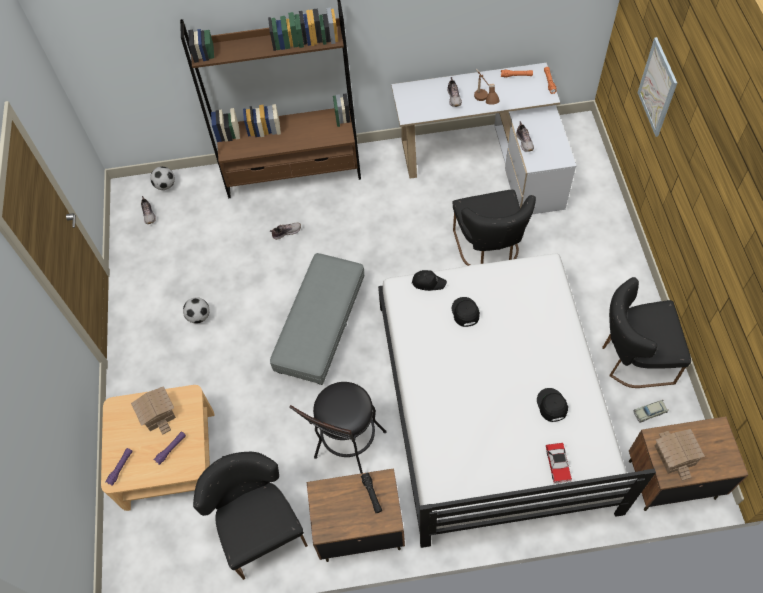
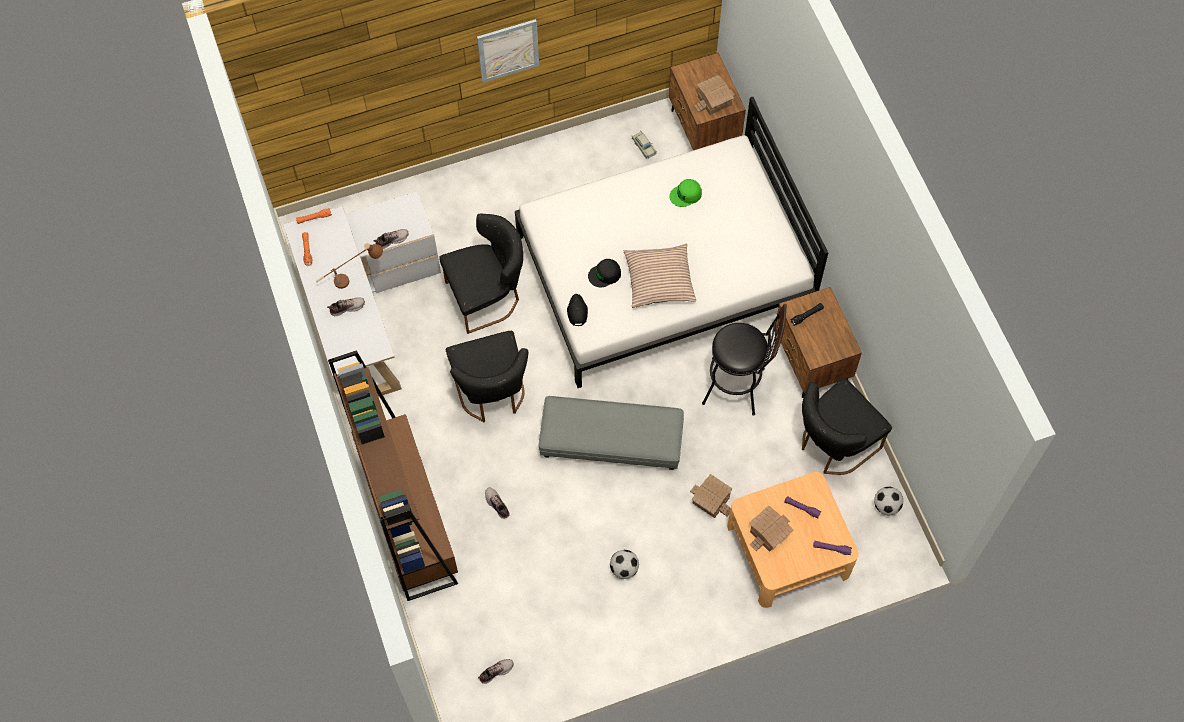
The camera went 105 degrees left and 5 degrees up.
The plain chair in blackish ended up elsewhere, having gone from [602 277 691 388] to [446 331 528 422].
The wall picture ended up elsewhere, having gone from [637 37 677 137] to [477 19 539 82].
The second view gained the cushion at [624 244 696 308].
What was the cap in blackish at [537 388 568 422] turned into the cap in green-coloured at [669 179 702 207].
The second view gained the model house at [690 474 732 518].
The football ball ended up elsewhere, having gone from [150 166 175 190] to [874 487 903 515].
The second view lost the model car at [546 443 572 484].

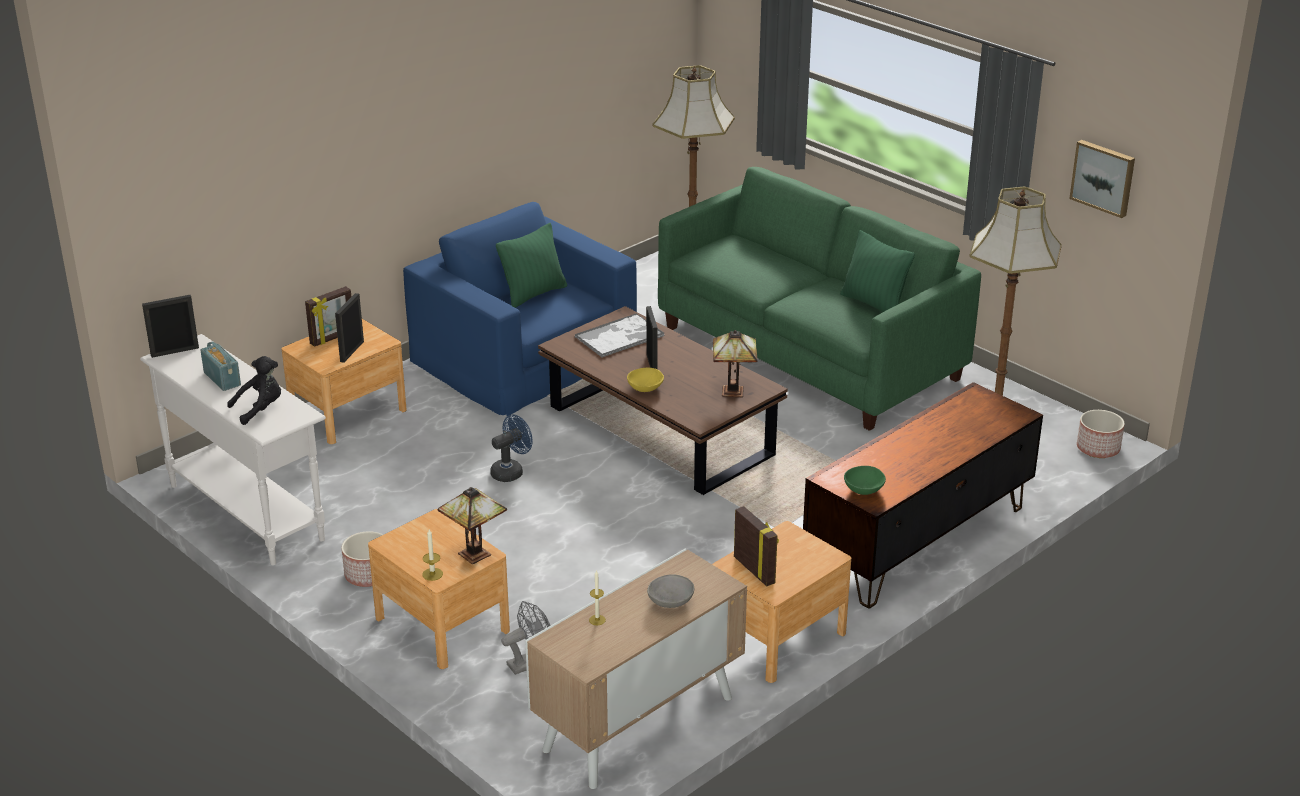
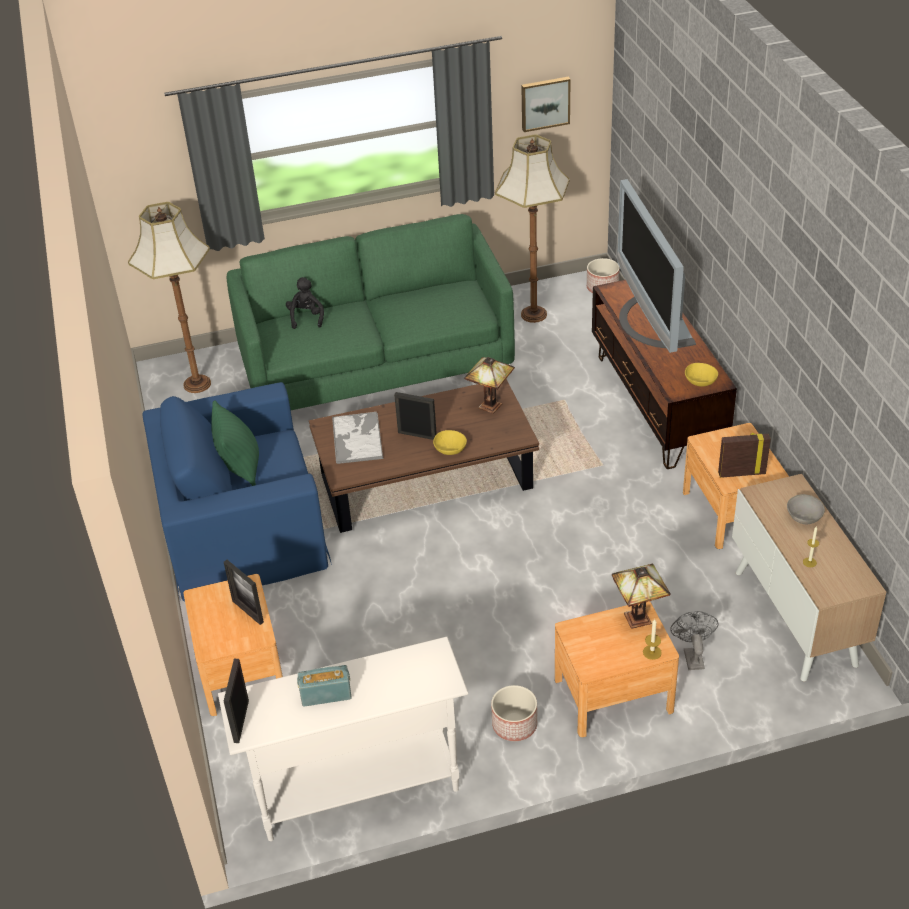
The camera went 60 degrees left and 10 degrees up.
The plush toy in blackish ended up elsewhere, having gone from [227 356 281 425] to [286 277 324 329].
The second view gained the TV set at [617 179 696 353].
What was the deep dish in green-coloured at [844 466 886 495] turned into the deep dish in yellow-coloured at [685 363 718 386].
The second view lost the photo frame at [305 286 351 347].
The second view lost the fan in bluish at [490 414 533 482].
The second view lost the cushion in green-coloured at [840 230 915 312].

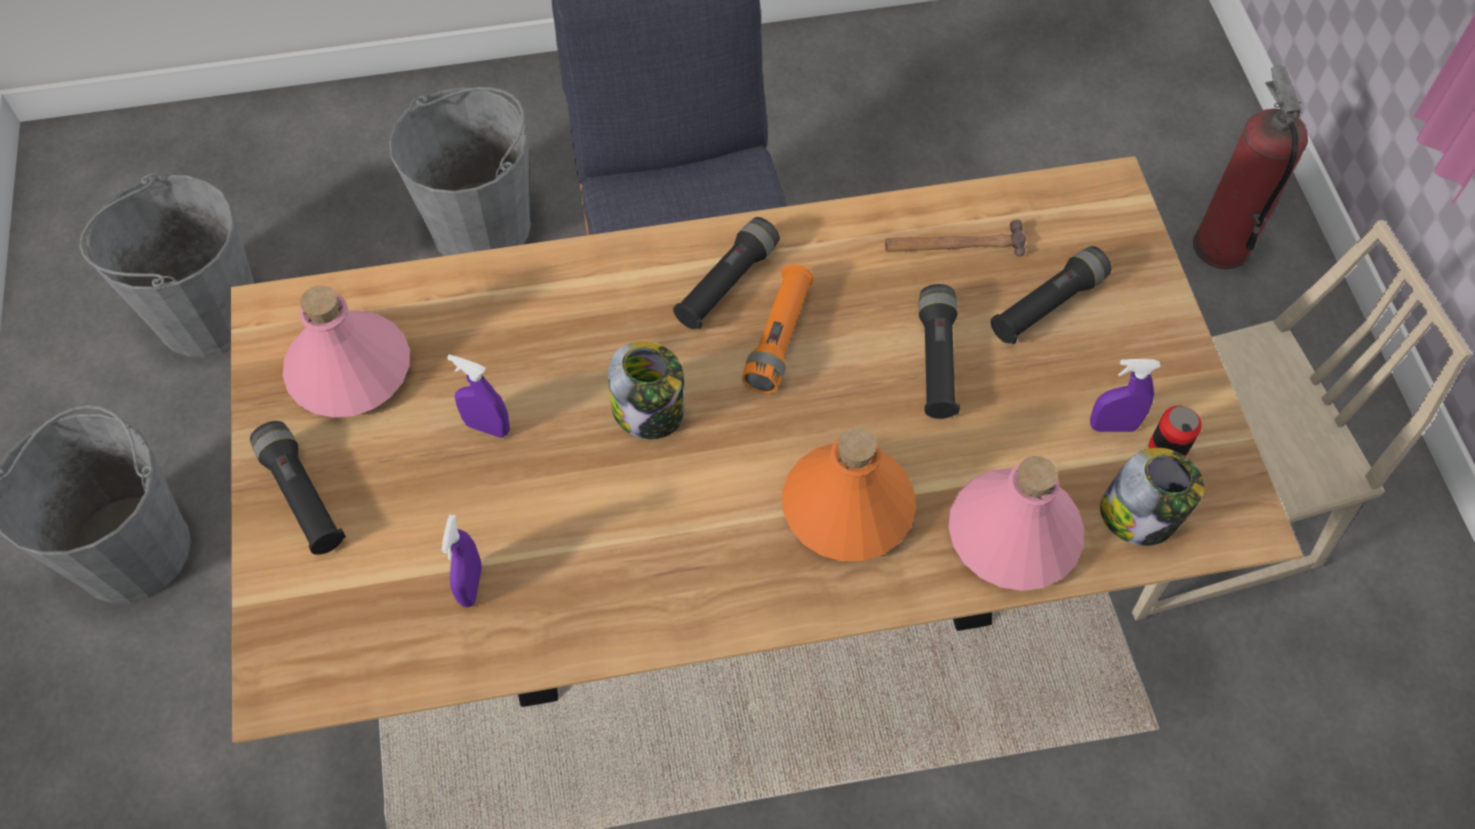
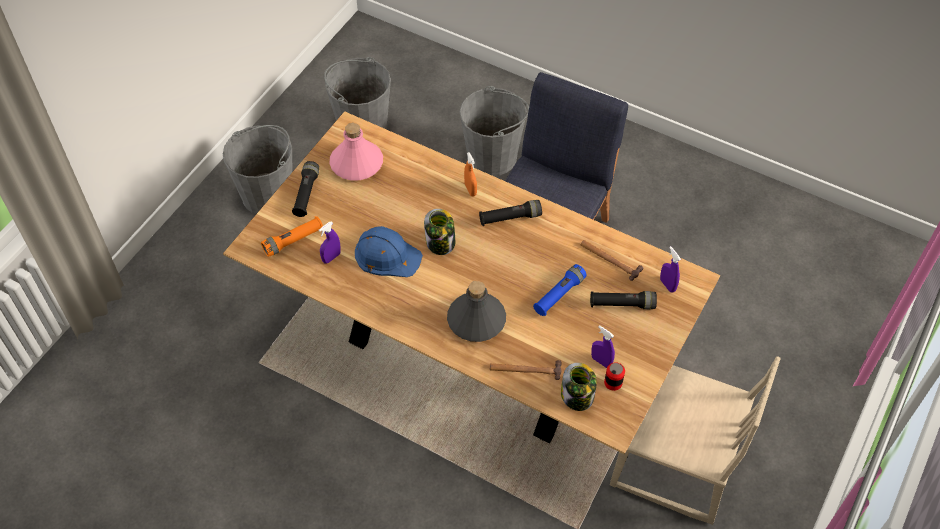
The camera went 40 degrees right and 5 degrees down.
The torch in orange ended up elsewhere, having gone from [742 265 814 394] to [261 216 323 257].
The second view gained the safety helmet in bluish at [355 226 423 277].
What was the beverage bottle in orange at [782 428 916 561] turned into the beverage bottle in gray at [447 281 506 342].
The second view gained the sprayer in orange at [464 152 477 197].
Where the beverage bottle in pink stood at [948 456 1084 591], the hammer came to stand at [490 360 562 380].
What was the torch in blackish at [919 284 960 419] turned into the torch in bluish at [533 264 587 316].
The sprayer in purplish ended up elsewhere, having gone from [447 354 510 438] to [660 246 681 293].
The second view lost the fire extinguisher at [1193 66 1308 269].

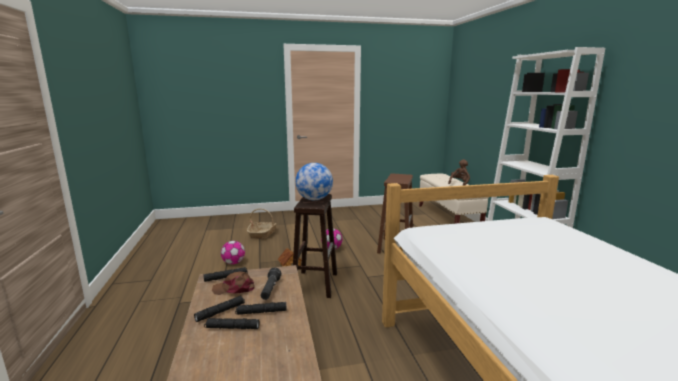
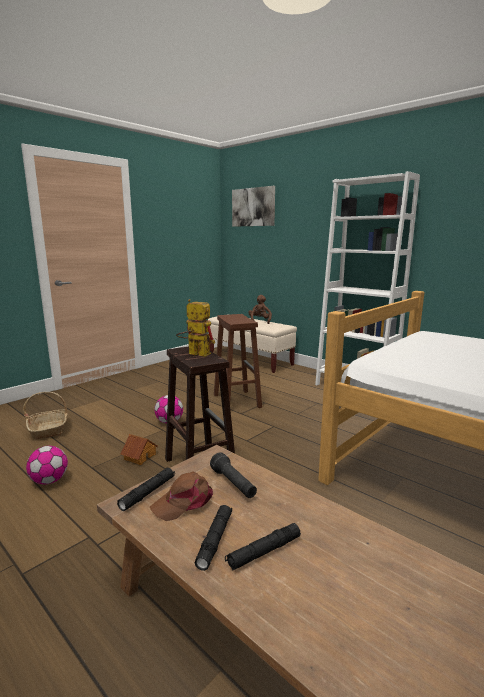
The camera went 35 degrees left and 0 degrees up.
Where the world globe stood at [295 163 333 200], the robot figure came to stand at [176 299 215 357].
The second view gained the wall picture at [232 186 275 227].
The second view lost the torch in blackish at [235 302 287 315].

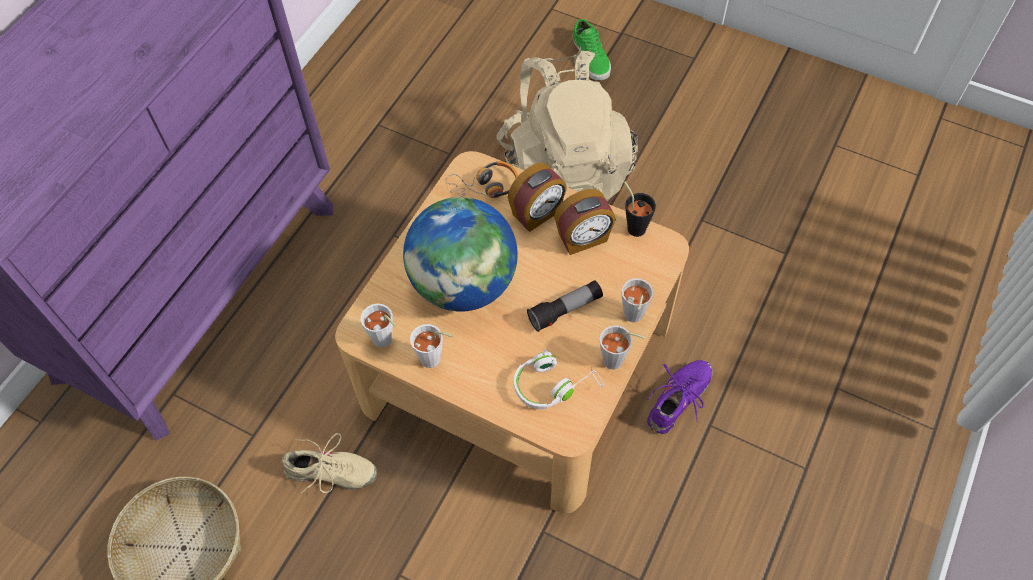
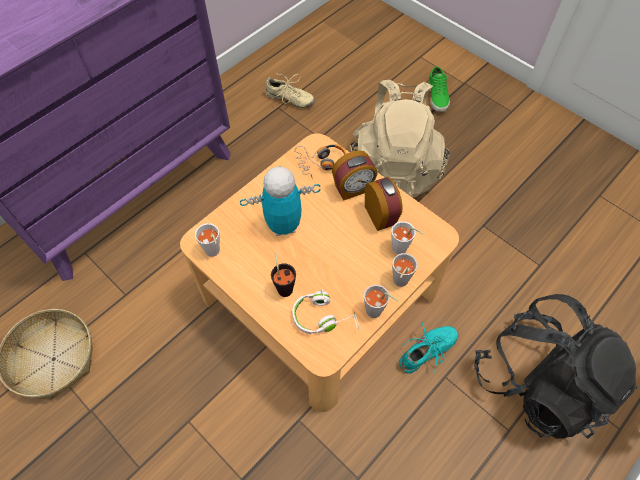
The camera went 15 degrees right and 0 degrees up.
Where the world globe stood at [403 197 518 312], the robot figure came to stand at [240 167 320 236].
The shoe in beige-coloured ended up elsewhere, having gone from [282 433 377 494] to [265 73 315 108].
The small cup in blackish ended up elsewhere, having gone from [624 181 656 237] to [271 252 296 297].
The table clock at [554 189 616 255] ended up facing another way, 105 degrees counterclockwise from before.
The small cup in white ended up elsewhere, having gone from [410 324 453 368] to [391 221 424 254].
What was the shoe in purplish at [647 360 713 434] turned into the shoe in blue-green at [399 323 459 374].
The second view gained the knapsack in blackish at [474 294 639 439].
The second view lost the torch at [527 280 603 332].

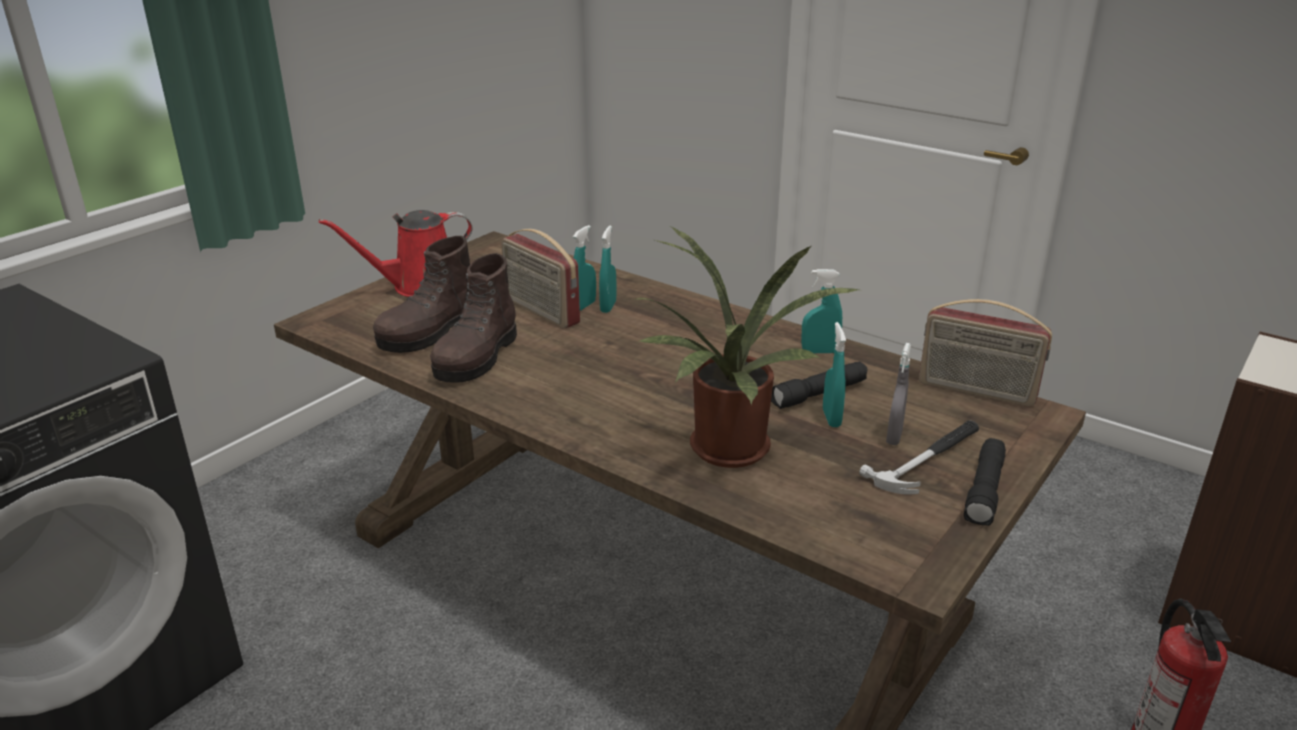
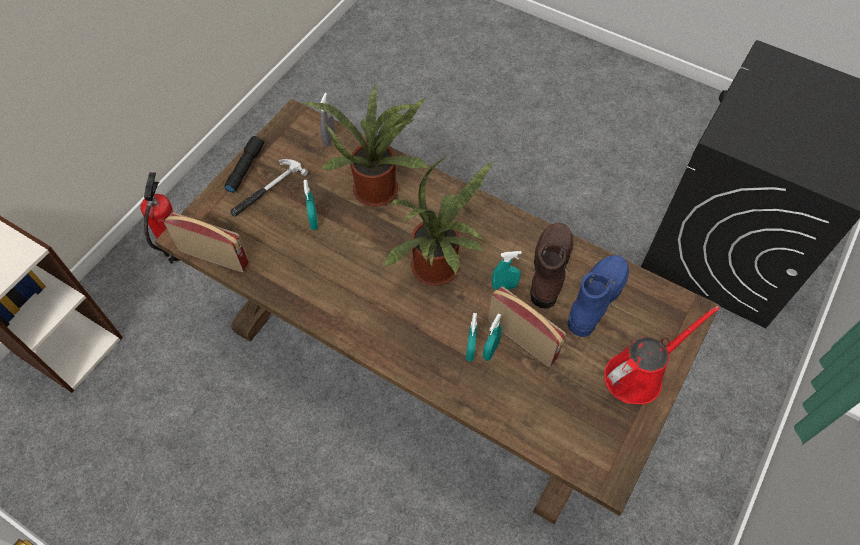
The camera went 175 degrees right and 30 degrees up.
The sprayer in gray ended up elsewhere, having gone from [886 343 911 445] to [320 93 335 147].
The second view gained the potted plant at [383 155 494 286].
The sprayer in blue-green ended up elsewhere, having gone from [802 269 842 353] to [492 251 522 290].
What was the high-top boot in brown-coloured at [373 236 470 353] turned into the high-top boot in bluish at [567 255 629 337].
The second view lost the torch in blackish at [771 362 868 409].

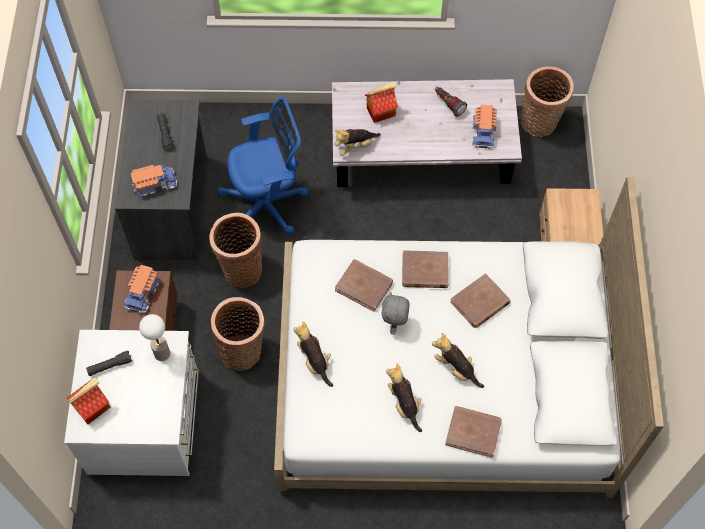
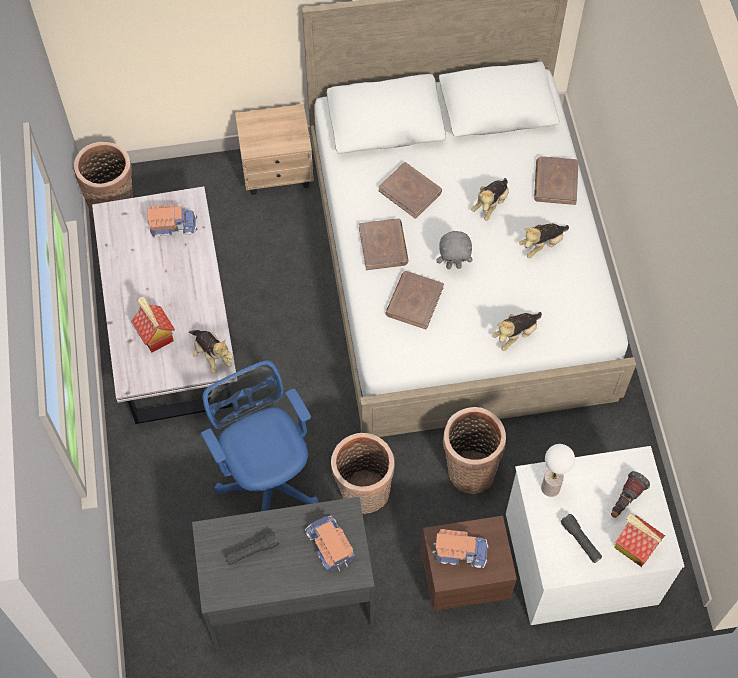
The camera went 100 degrees left and 0 degrees up.
The torch ended up elsewhere, having gone from [435 87 467 117] to [611 471 650 518].

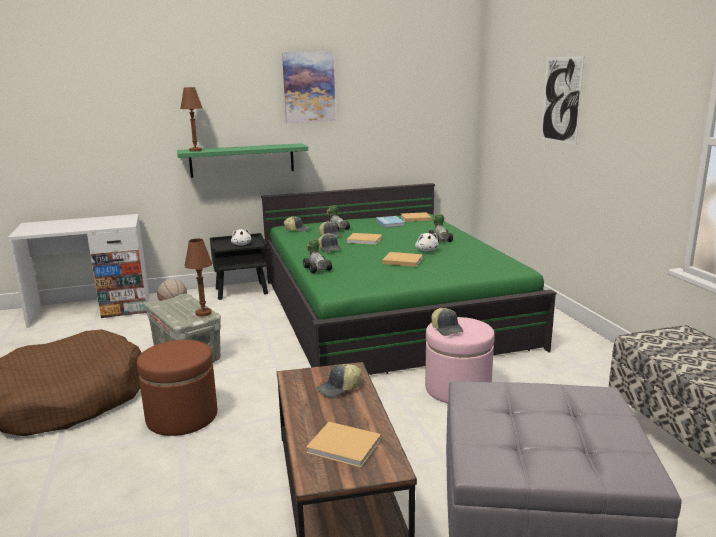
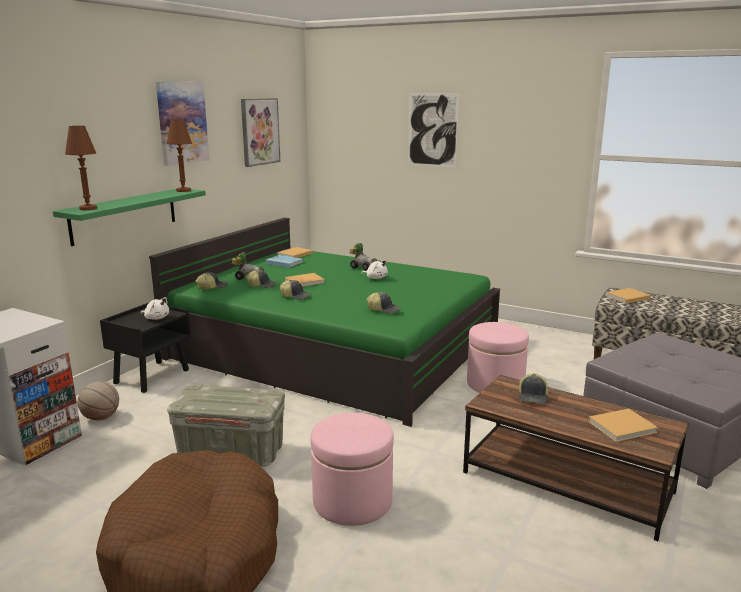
The camera went 45 degrees left and 0 degrees up.
The table lamp in brown-coloured ended up elsewhere, having gone from [184 239 213 317] to [167 120 192 192].
The second view gained the wall picture at [241 98 281 167].
What was the pouffe in brown-coloured at [137 340 217 436] turned into the pouffe in pink at [310 413 394 526].
The cap ended up elsewhere, having gone from [431 308 464 336] to [367 292 401 314].
The bound book in beige-coloured ended up elsewhere, having gone from [382 252 423 267] to [606 288 651 304].
The second view lost the model car at [303 239 332 273].

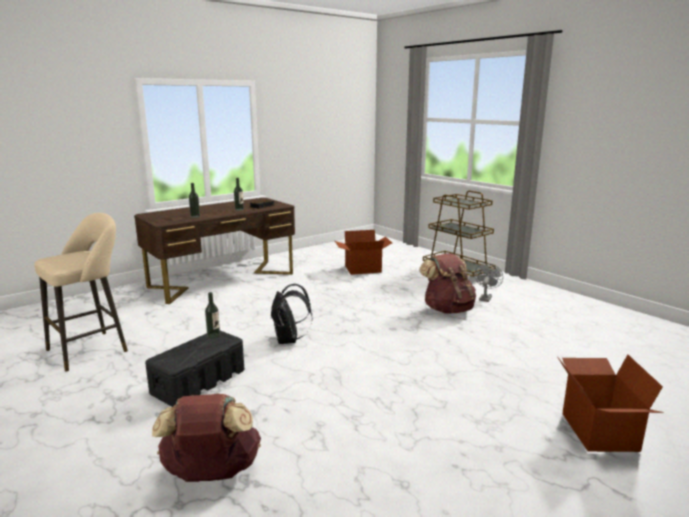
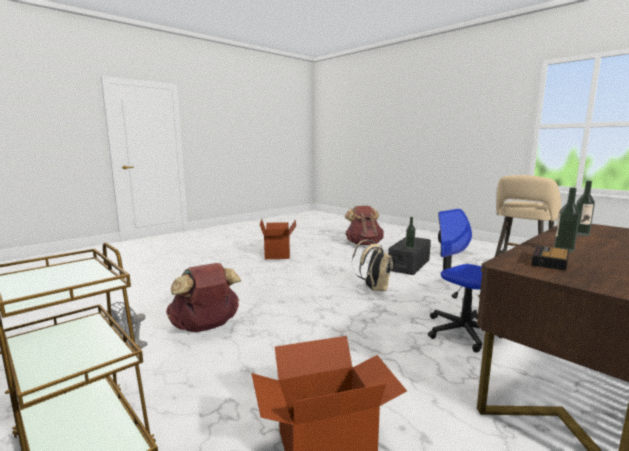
The camera went 175 degrees right and 5 degrees down.
The carton ended up elsewhere, having gone from [558 355 664 452] to [260 219 296 259].
What was the knapsack in blackish at [270 284 312 344] turned into the knapsack in beige-coloured at [352 240 393 291].
The second view gained the desk chair at [428 209 502 352].

